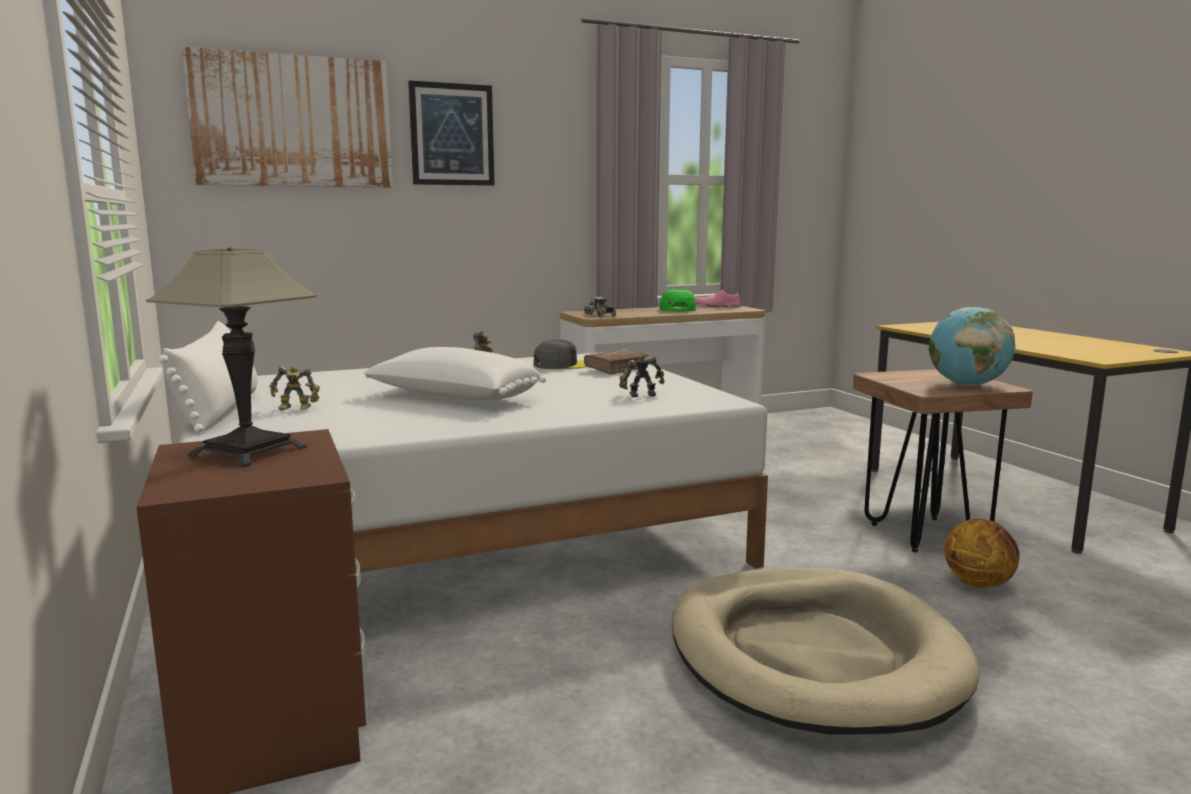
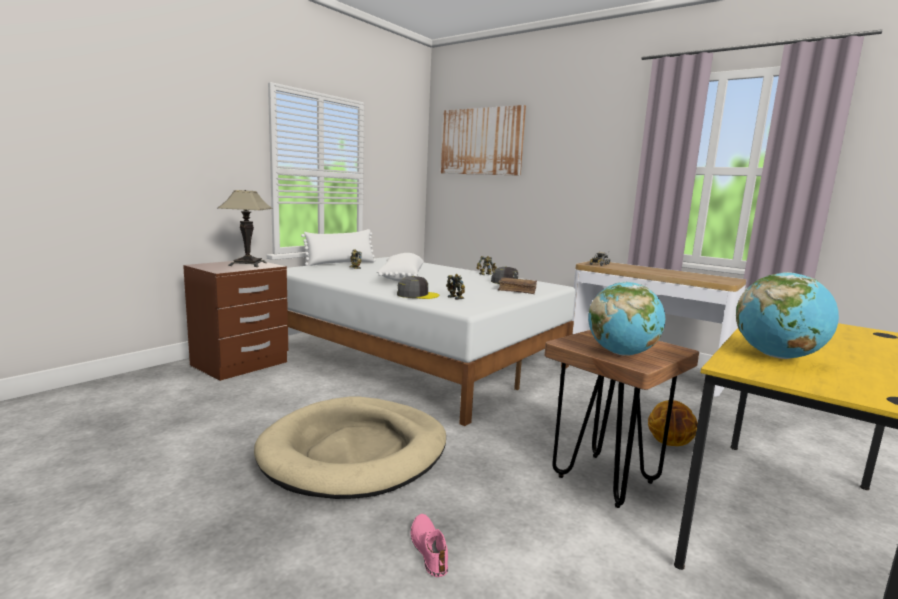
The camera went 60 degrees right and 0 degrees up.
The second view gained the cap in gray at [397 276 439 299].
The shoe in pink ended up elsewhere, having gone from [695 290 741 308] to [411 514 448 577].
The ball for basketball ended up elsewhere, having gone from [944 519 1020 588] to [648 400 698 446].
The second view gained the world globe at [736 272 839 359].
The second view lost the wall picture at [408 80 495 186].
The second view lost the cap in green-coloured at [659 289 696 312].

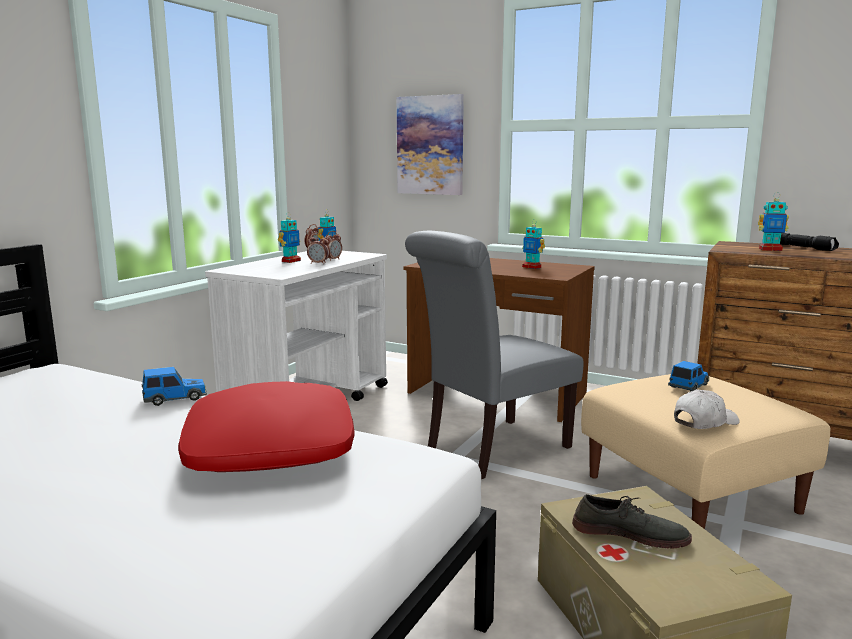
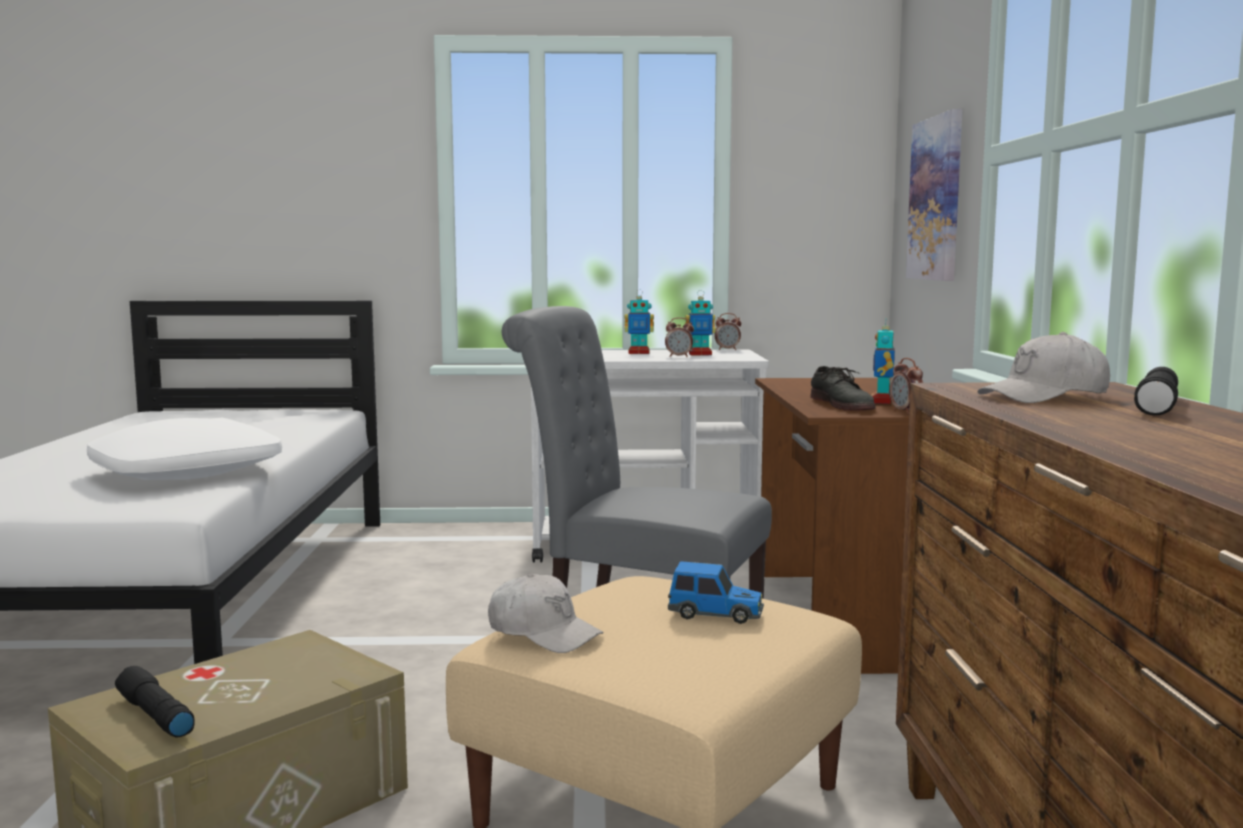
The camera went 60 degrees right and 5 degrees down.
What was the cushion in reddish at [178 381 354 472] turned into the cushion in white at [87 417 282 480].
The second view gained the torch in blackish at [115 666 194 737].
The shoe in gray ended up elsewhere, having gone from [572 494 692 549] to [810 366 875 411].
The table clock ended up elsewhere, having gone from [307 234 330 264] to [890 358 923 414].
Where the robot figure stood at [758 192 789 251], the cap in white came to stand at [977 332 1110 403].
The second view lost the model car at [142 367 207 406].

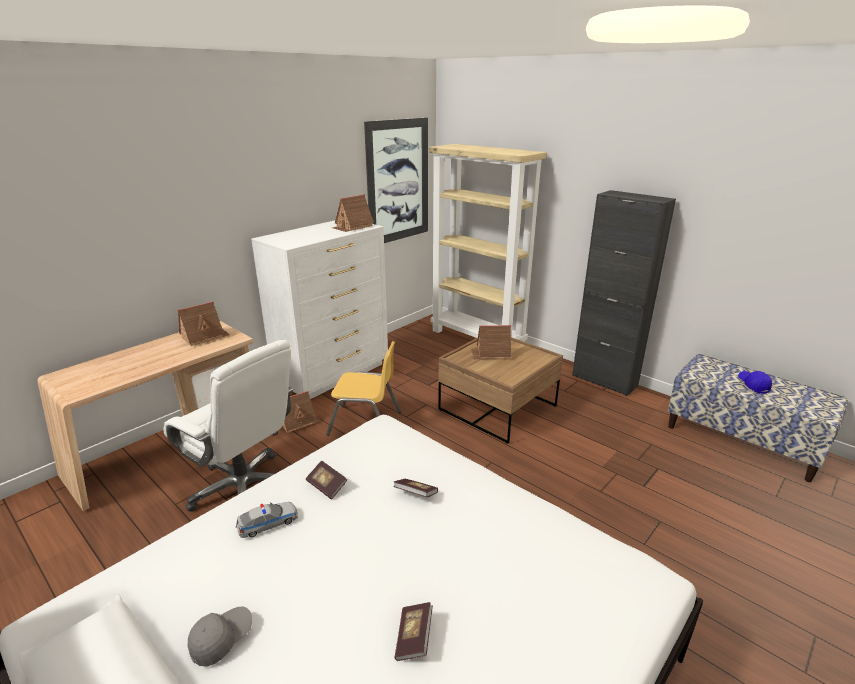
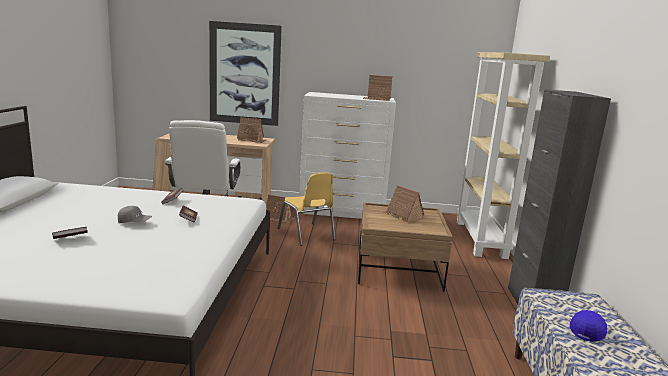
The camera went 50 degrees right and 10 degrees down.
The cap in gray ended up elsewhere, having gone from [188 606 252 667] to [118 206 152 223].
The wall picture ended up elsewhere, having gone from [364 118 428 243] to [209 21 282 126].
The second view lost the model car at [236 502 298 538].

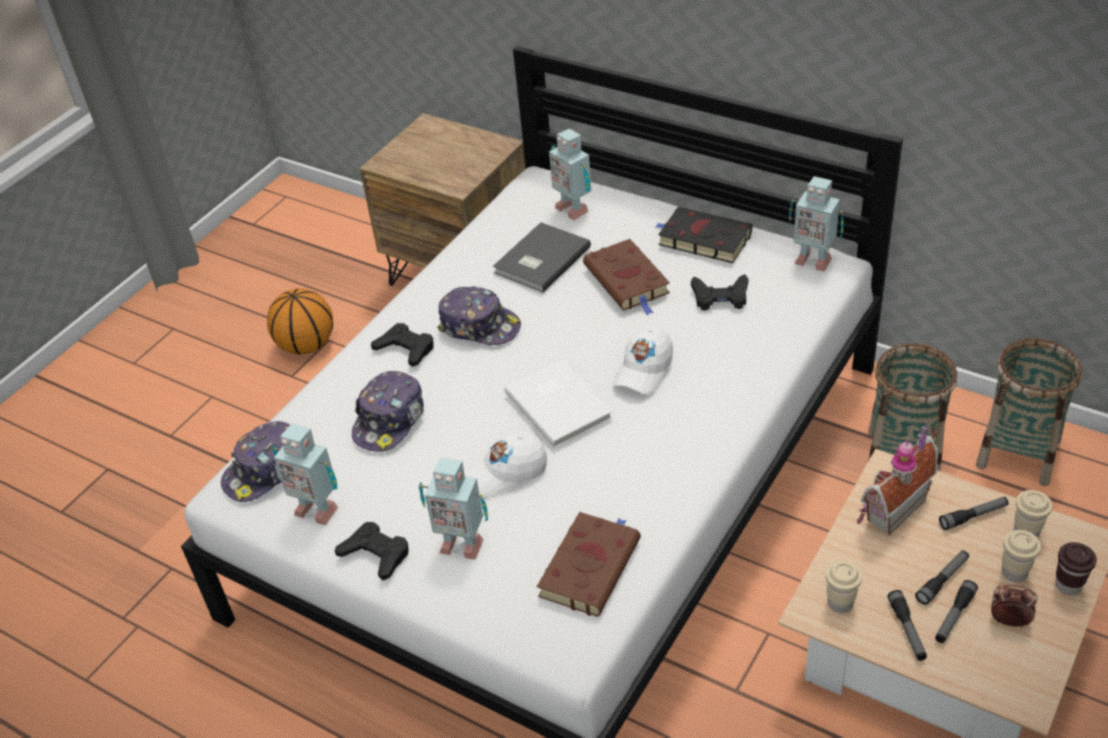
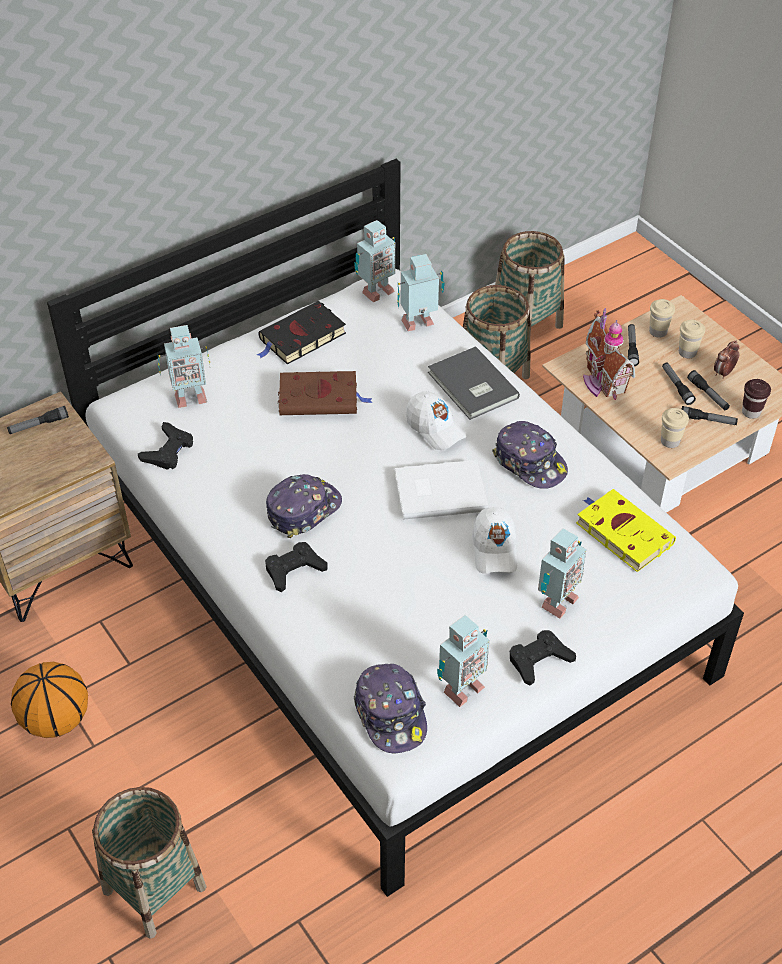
The camera went 70 degrees left and 5 degrees up.
The second view gained the torch at [7 406 69 434].
The second view gained the storage basket at [92 787 207 939].
The game controller in blackish ended up elsewhere, having gone from [691 274 749 311] to [138 422 193 470].
The second view gained the robot figure at [397 254 445 331].
The bound book in gray ended up elsewhere, having gone from [493 222 591 293] to [428 346 520 420].
The cap ended up elsewhere, having gone from [352 371 424 452] to [493 421 568 489].
What was the bound book in brown-coloured at [537 512 641 617] turned into the bound book in yellow-coloured at [576 489 676 572].
The small cup in brown-coloured ended up elsewhere, having gone from [1055 542 1097 595] to [742 379 771 419].

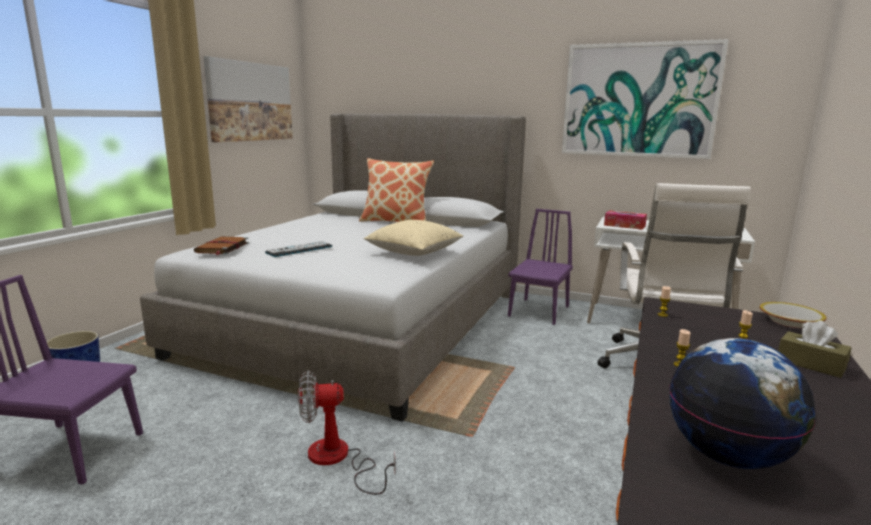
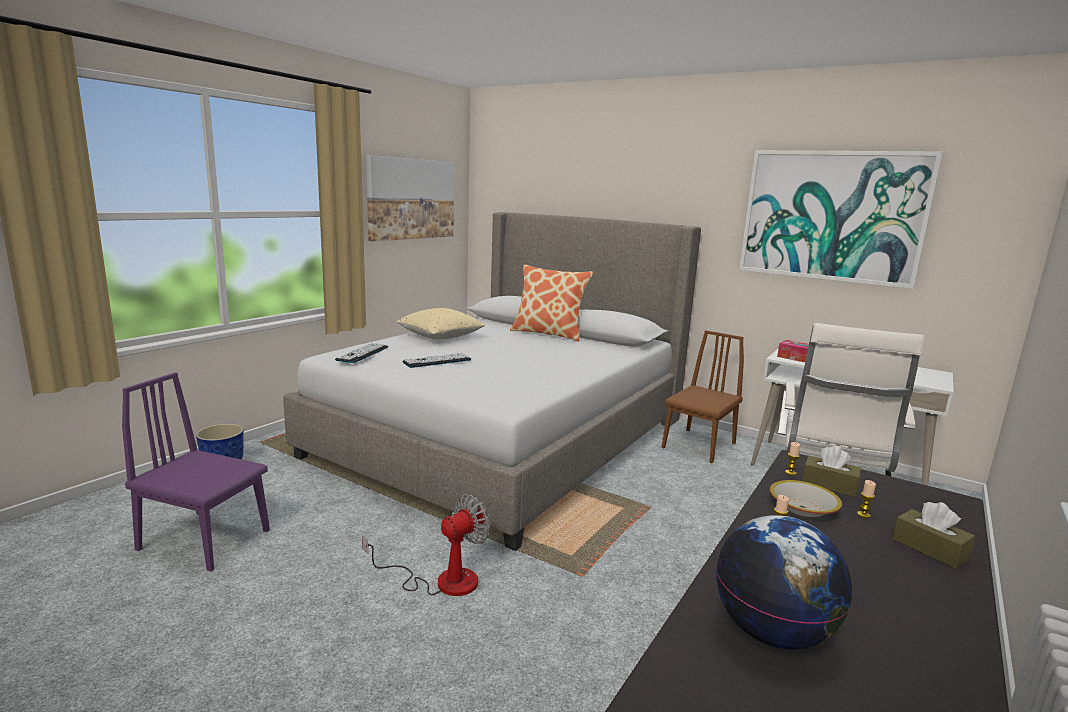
The camera went 10 degrees right and 0 degrees up.
Where the bound book in brown-coloured stood at [194 236 249 255], the computer keyboard came to stand at [335 343 388 363].
The fan at [298 370 396 495] ended up facing another way, 135 degrees clockwise from before.
The cushion in beige-coloured ended up elsewhere, having gone from [364 220 463 256] to [397 308 485 340].
What was the plain chair in purplish at [508 209 573 325] turned into the plain chair in brown-coloured at [661 330 744 463].
The deep dish ended up elsewhere, having gone from [759 302 827 328] to [770 480 842 518].
The second view gained the box of tissues in brown-coloured at [802 446 861 497].

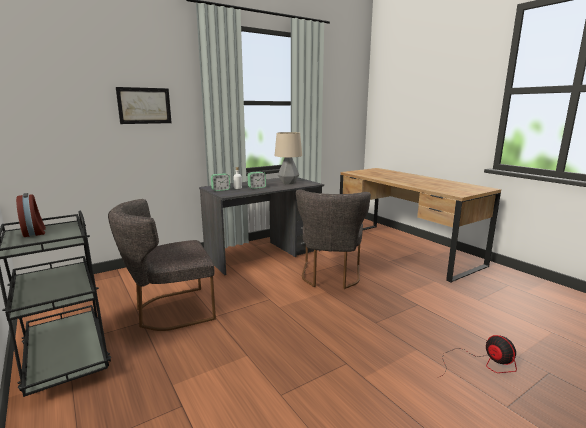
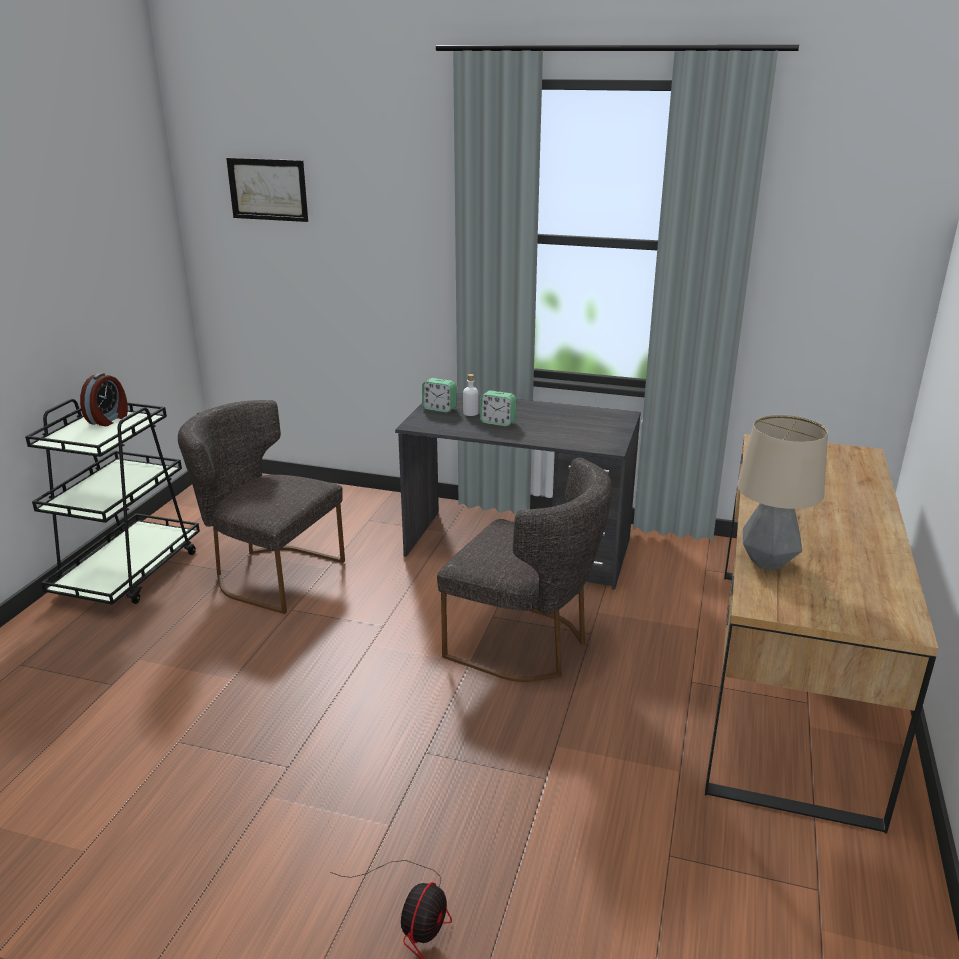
The camera went 50 degrees right and 10 degrees up.
The wall picture ended up elsewhere, having gone from [116 87 172 124] to [226 158 308 222].
The plain chair in gray at [296 189 371 289] ended up facing another way, 120 degrees counterclockwise from before.
The table lamp ended up elsewhere, having gone from [275 132 302 184] to [737 415 828 570].

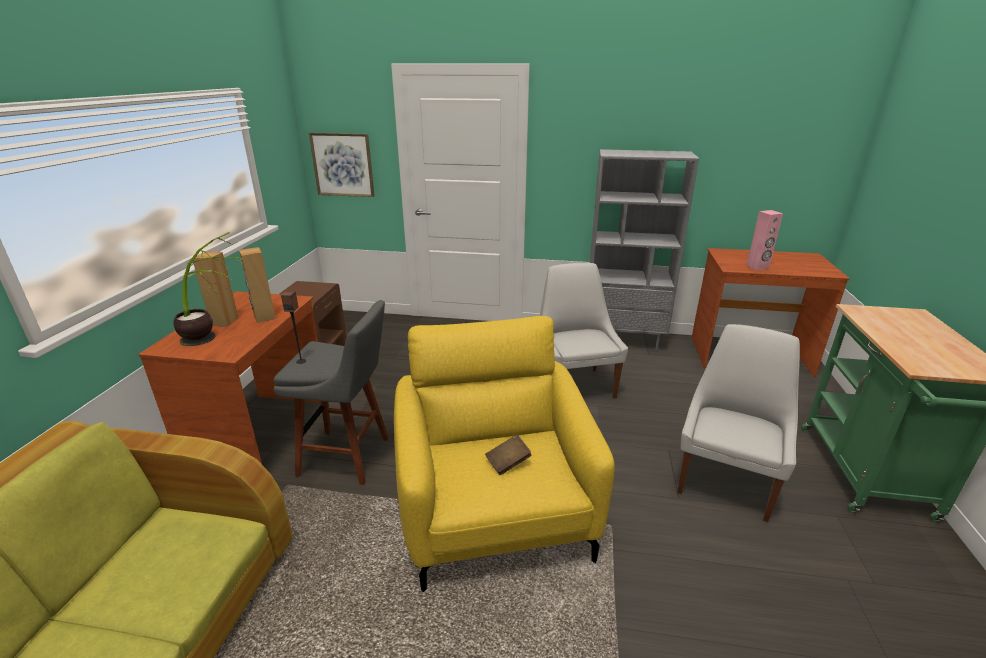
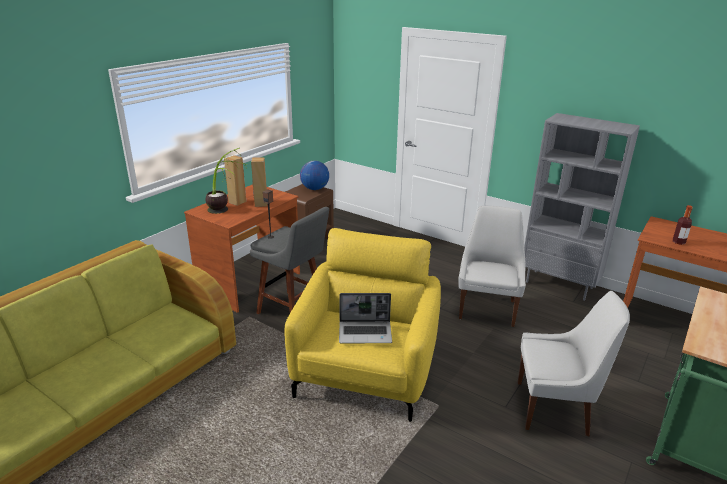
The camera went 25 degrees right and 0 degrees up.
The second view gained the world globe at [300 161 329 190].
Where the bound book in brown-coloured stood at [485 434 532 475], the notebook computer came to stand at [339 293 392 343].
The plain chair in white at [677 324 800 522] ended up facing another way, 45 degrees clockwise from before.
Where the audio speaker in pink stood at [746 210 783 270], the beverage bottle came to stand at [672 205 693 245].
The second view lost the wall picture at [309 133 375 197].

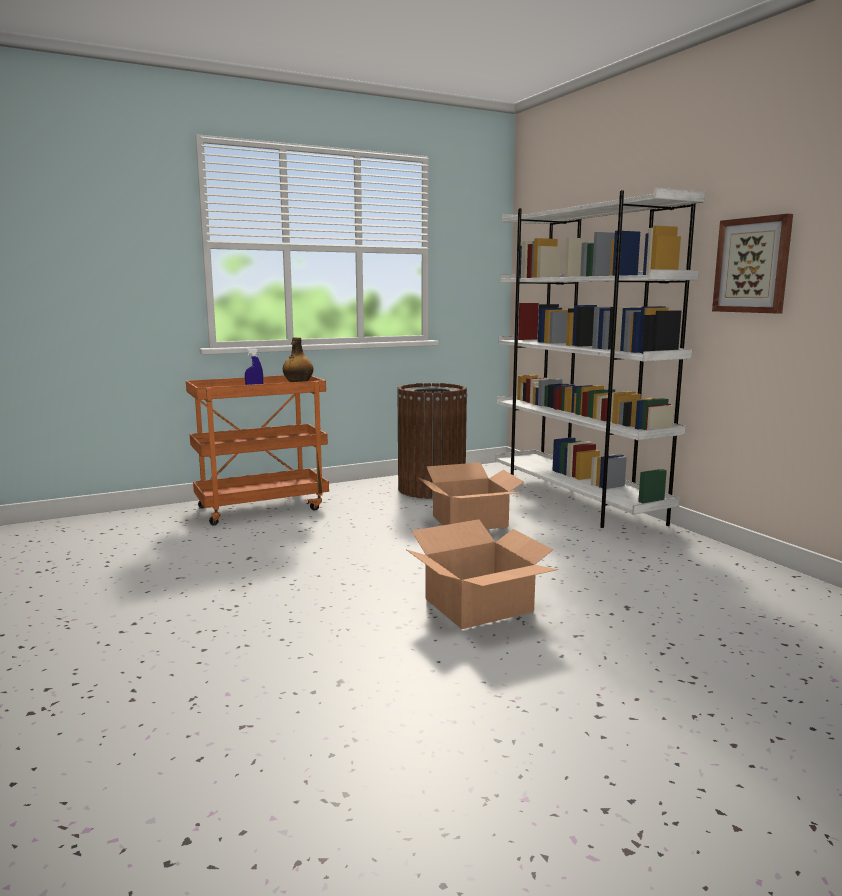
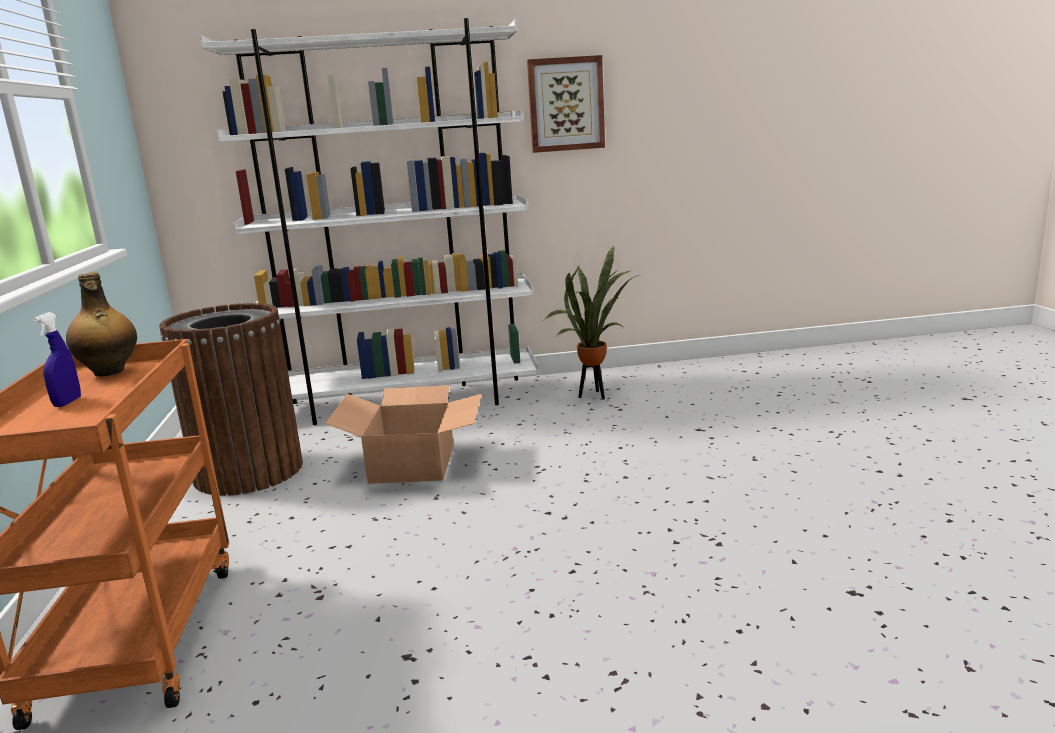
The camera went 70 degrees left and 5 degrees up.
The second view gained the potted plant at [544 247 639 400].
The second view lost the carton at [407 519 558 629].

